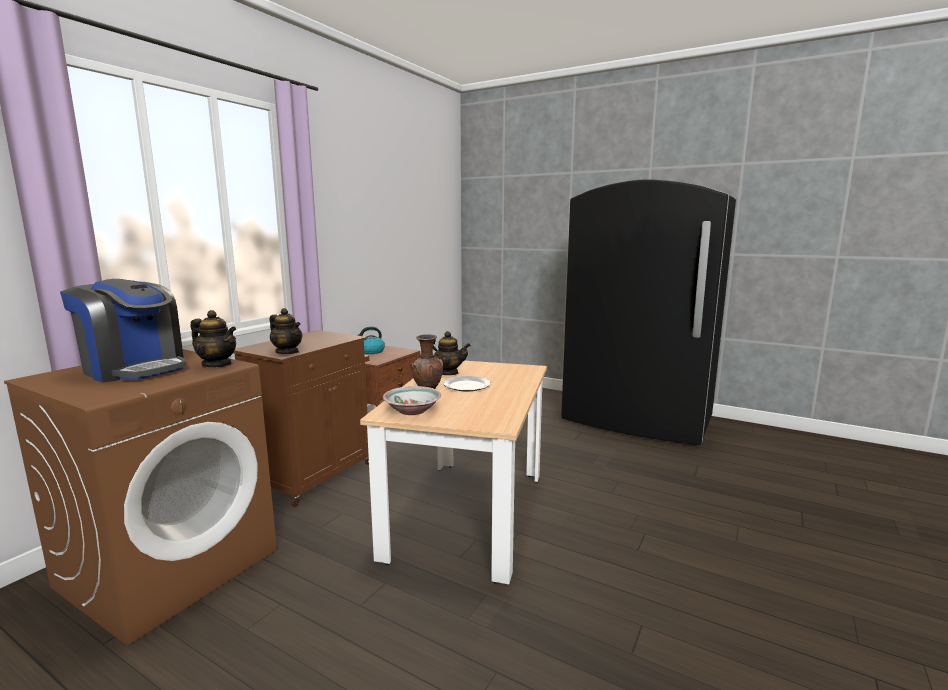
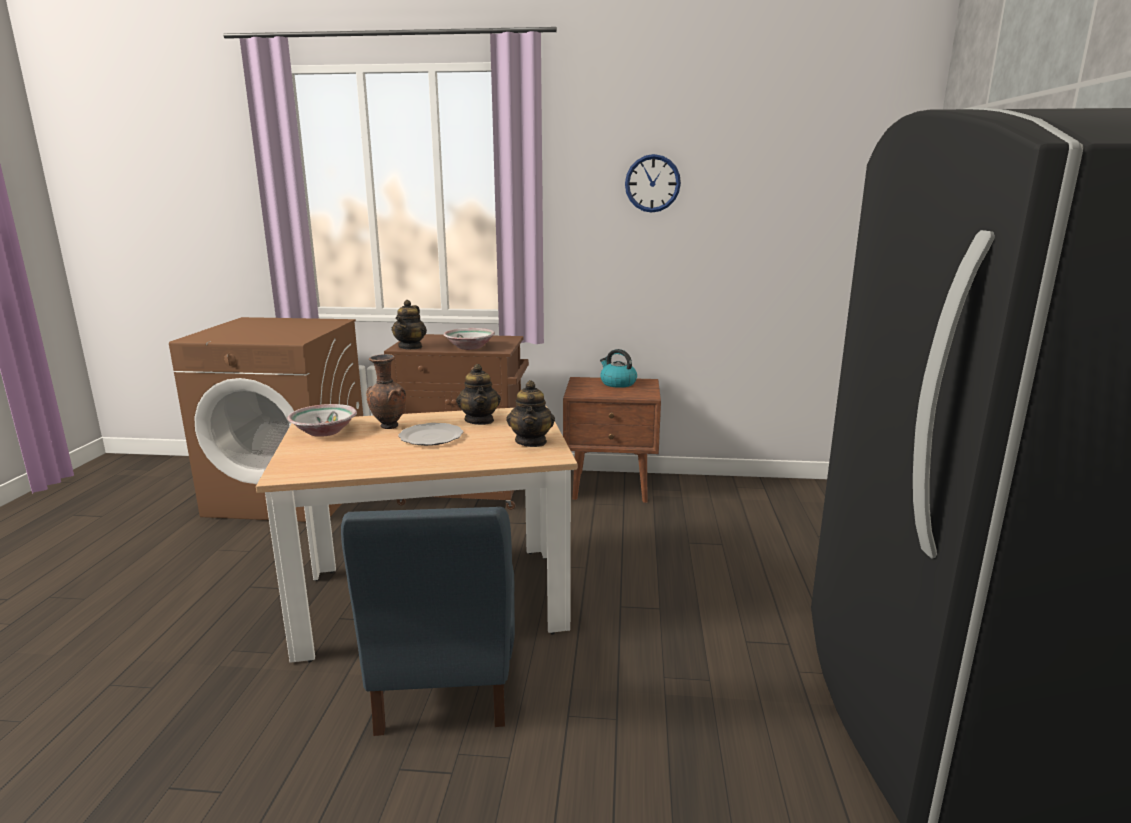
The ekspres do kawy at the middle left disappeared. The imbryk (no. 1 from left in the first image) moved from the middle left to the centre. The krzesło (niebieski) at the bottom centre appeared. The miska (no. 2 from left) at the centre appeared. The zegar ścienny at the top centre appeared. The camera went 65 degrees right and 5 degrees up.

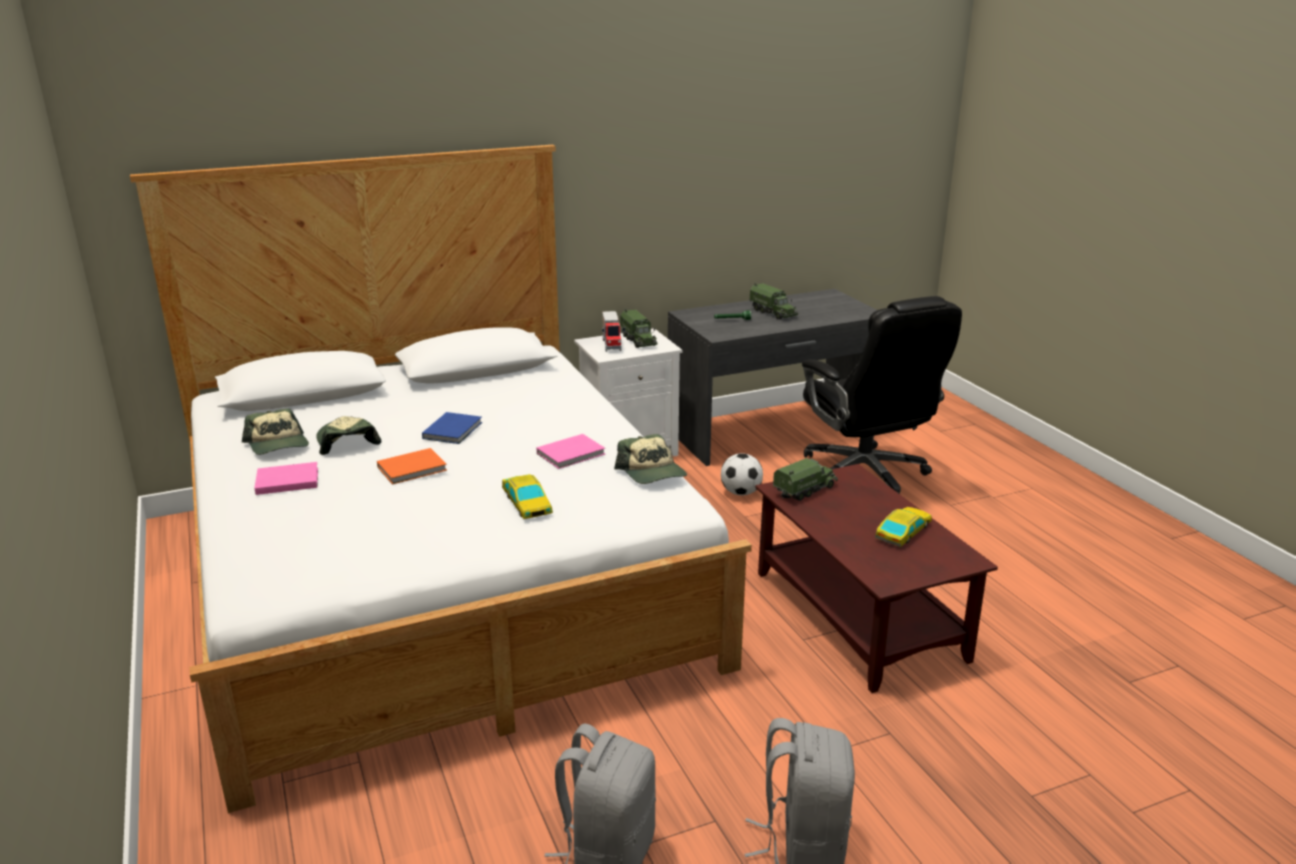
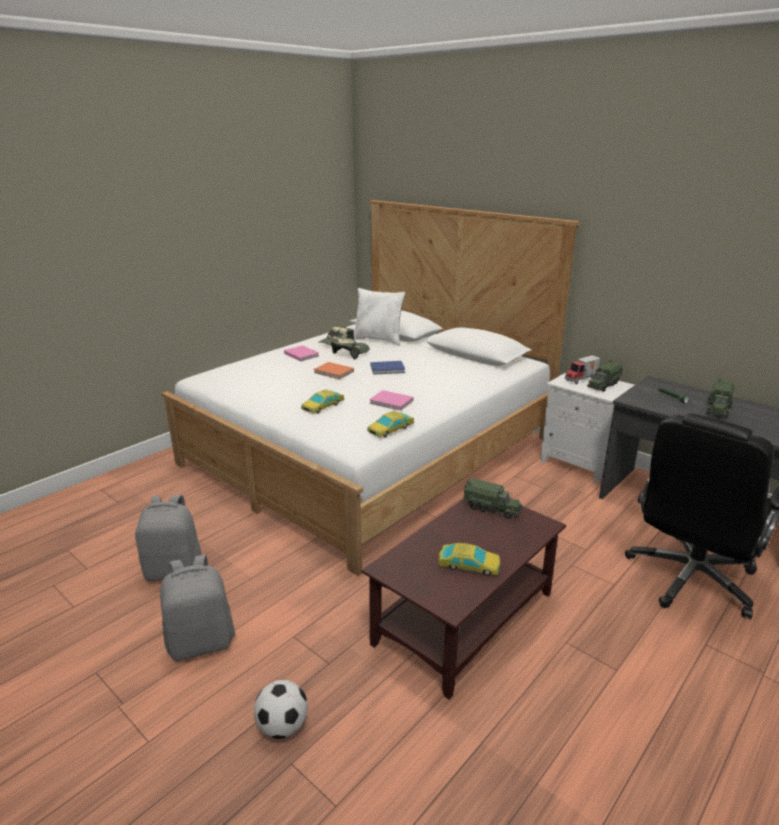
The czapka z daszkiem (no. 3 from left) at the centre was replaced by the samochodzik (no. 2 from left) at the centre. The piłka futbolowa moved from the centre to the bottom centre. The poduszka (biały) at the centre appeared. The camera went 65 degrees right and 0 degrees up.

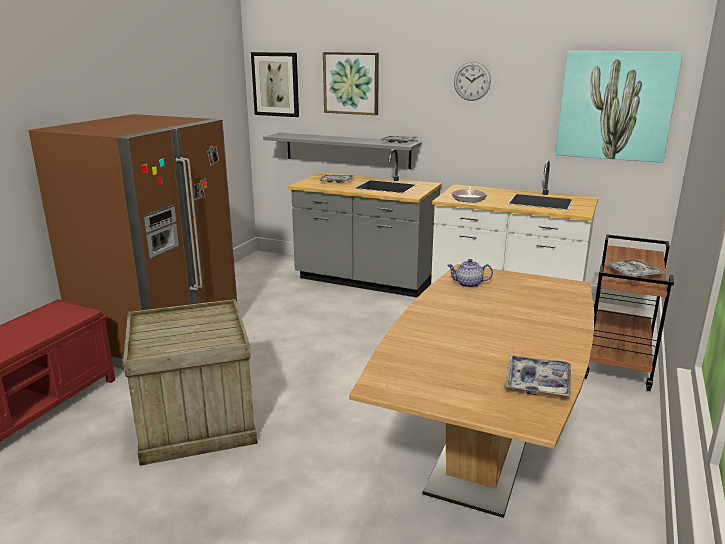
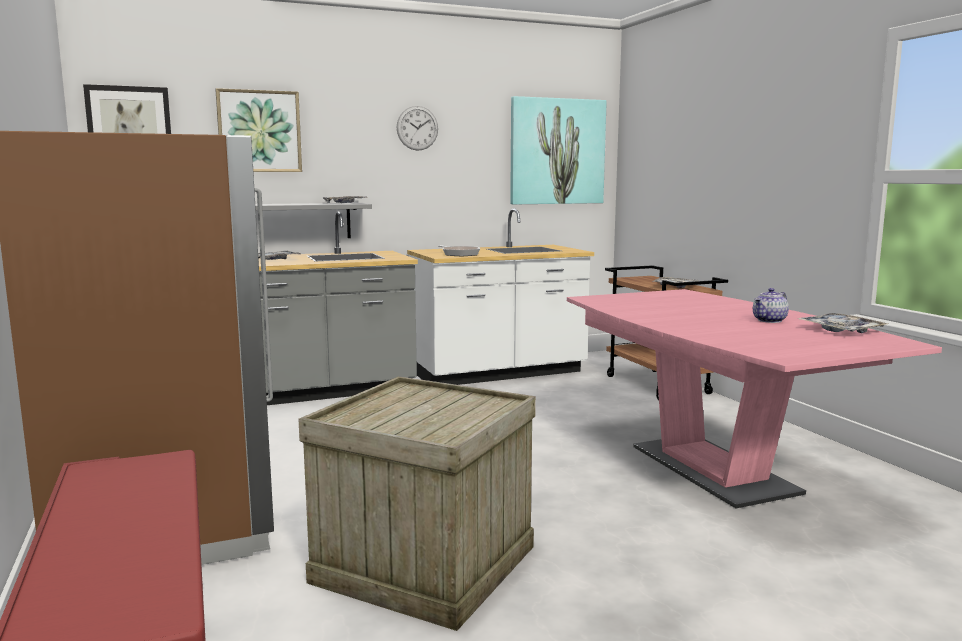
The stół jadalny (brązowy) at the bottom centre became the stół jadalny (różowy) at the middle right. The imbryk moved from the centre to the middle right. The camera went 45 degrees left and 10 degrees down.

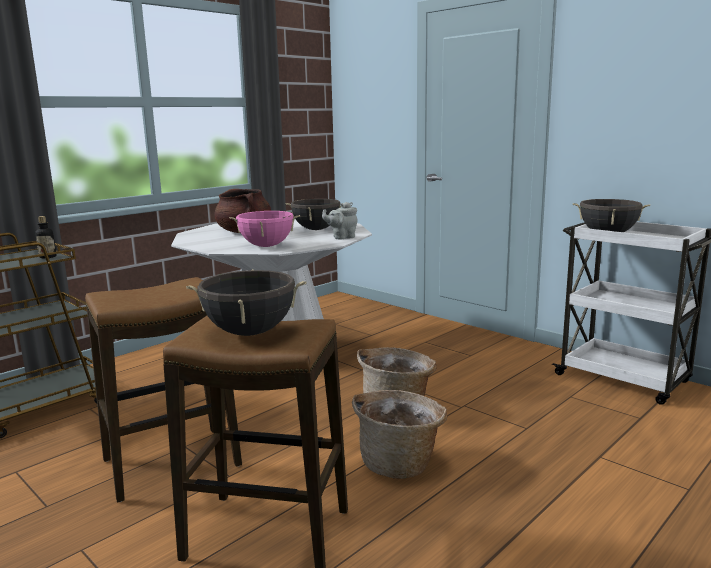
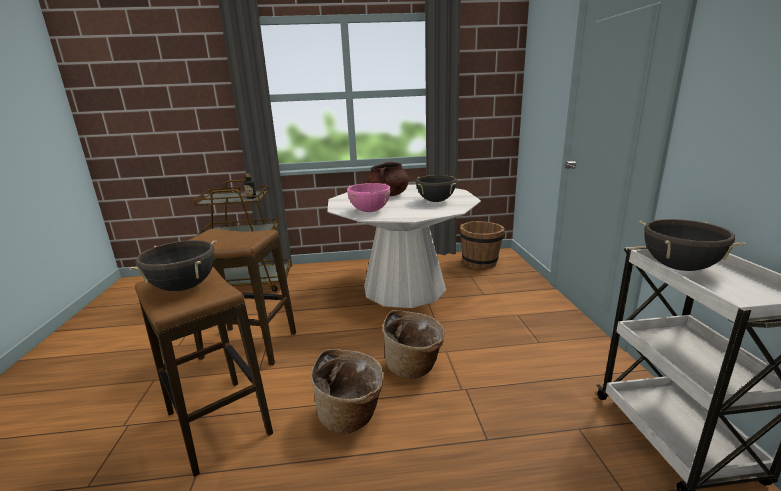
The imbryk (szary) at the centre disappeared. The wiadro (brązowy) at the centre appeared. The camera went 40 degrees right and 5 degrees up.

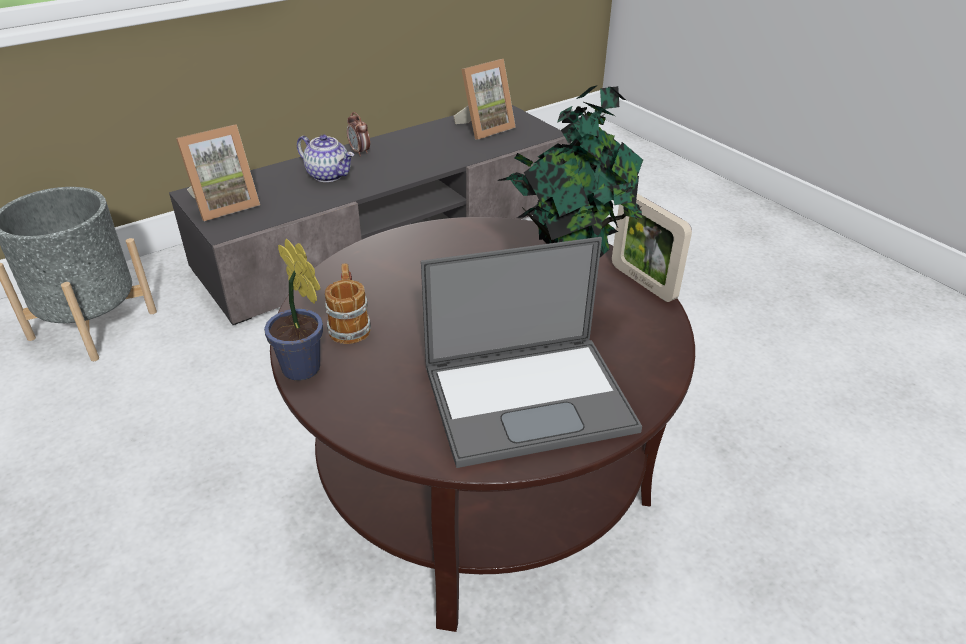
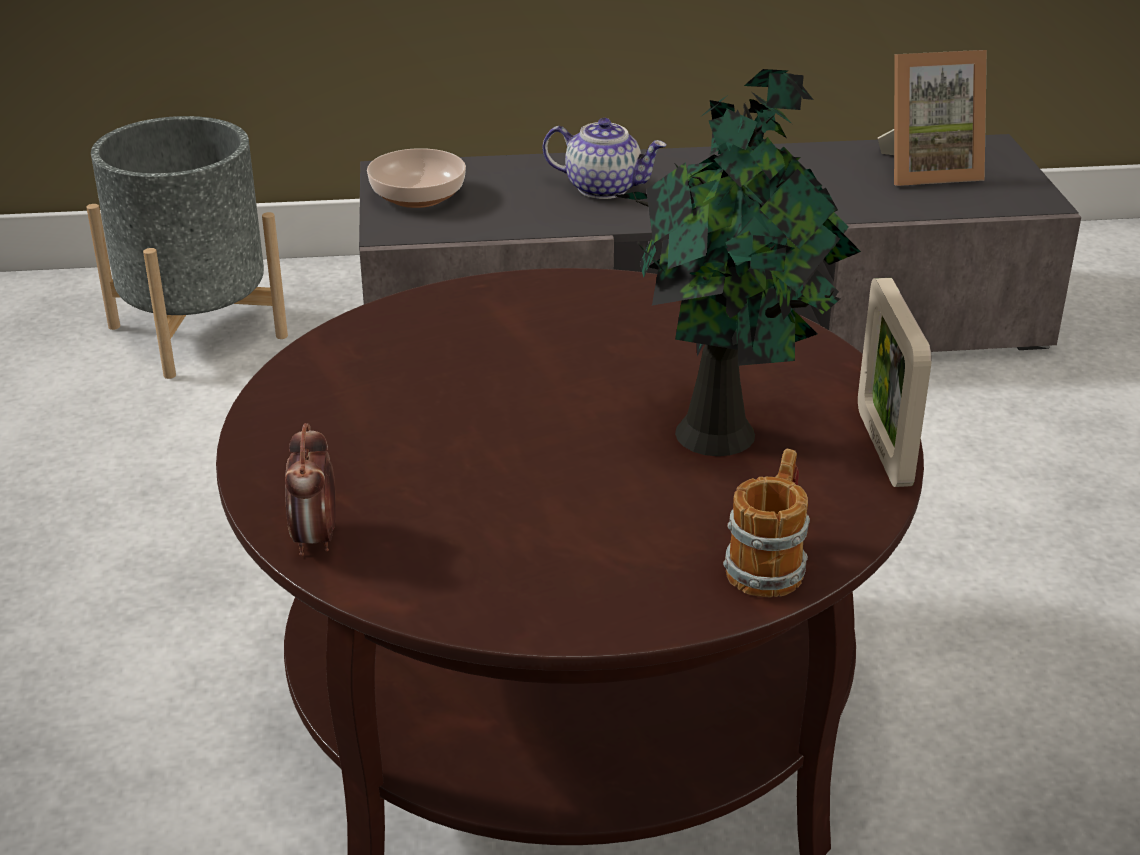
The ramka na zdjęcie (no. 1 from left) at the top left was replaced by the miska at the top centre. The roślina doniczkowa (no. 1 from left) at the middle left disappeared. The imbryk at the top centre turned 45 degrees counterclockwise. The kubek moved from the centre to the middle right. The budzik moved from the top centre to the middle left. The laptop at the centre disappeared. The camera went 30 degrees right and 5 degrees down.

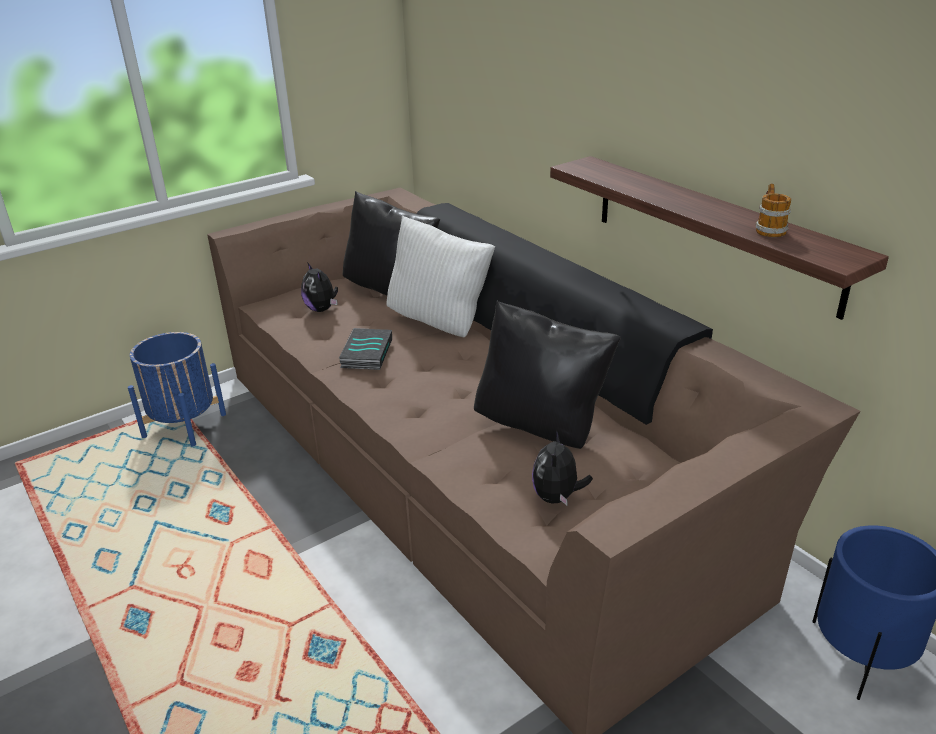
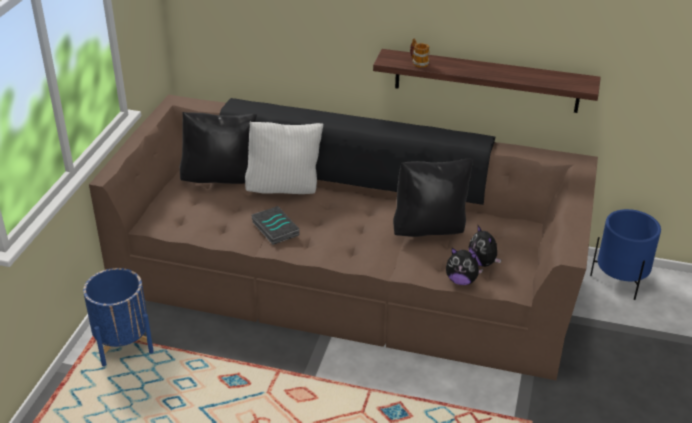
The pluszak (no. 1 from left) moved from the centre to the middle right. The kubek moved from the top right to the top centre. The camera went 40 degrees left and 5 degrees up.

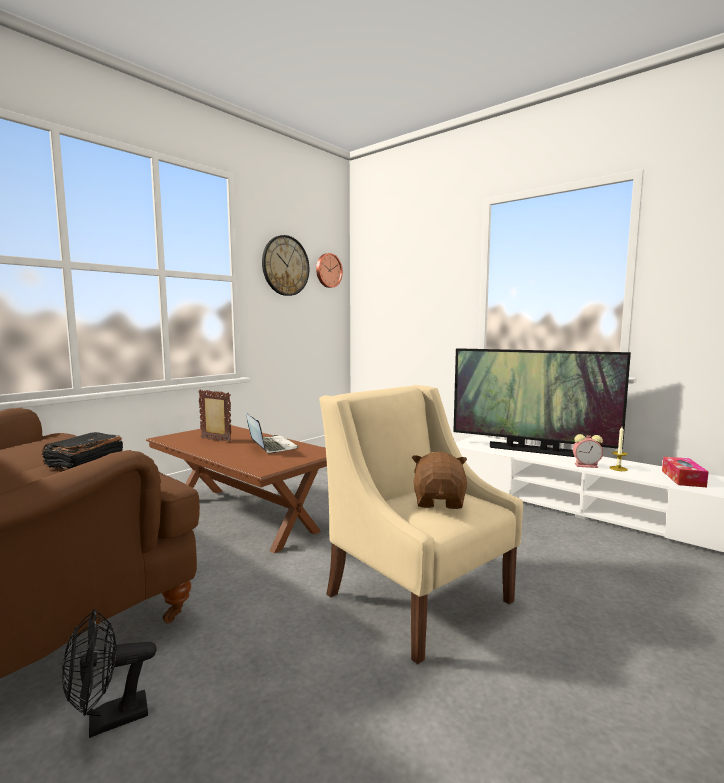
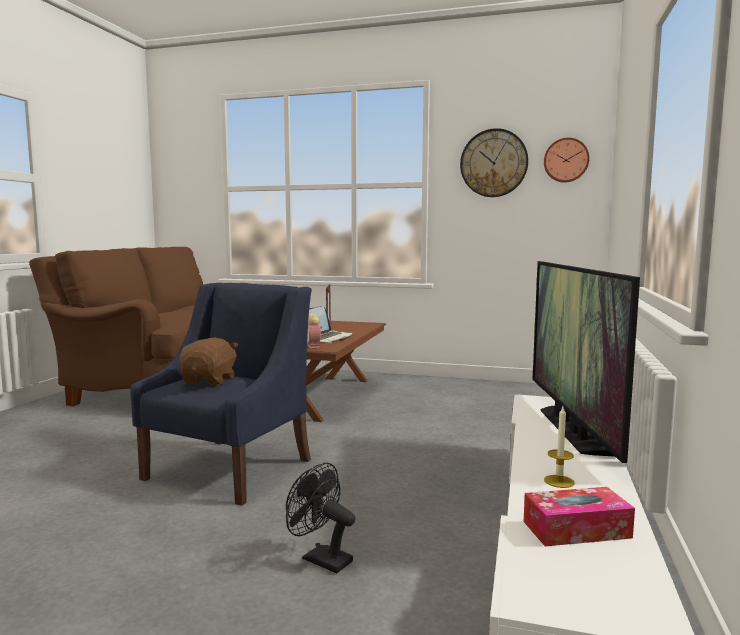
The książka (czarny) at the middle left disappeared. The wentylator (czarny) moved from the bottom left to the bottom centre. The fotel (beżowy) at the bottom centre became the fotel (niebieski) at the middle left. The pluszak (brązowy) at the centre turned 60 degrees counterclockwise. The budzik moved from the middle right to the centre. The camera went 65 degrees right and 0 degrees up.

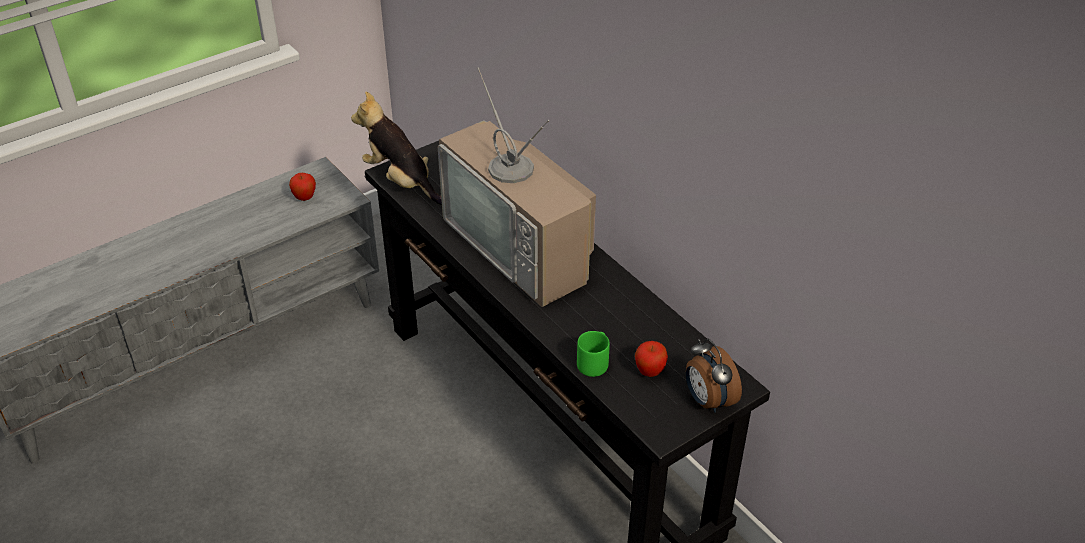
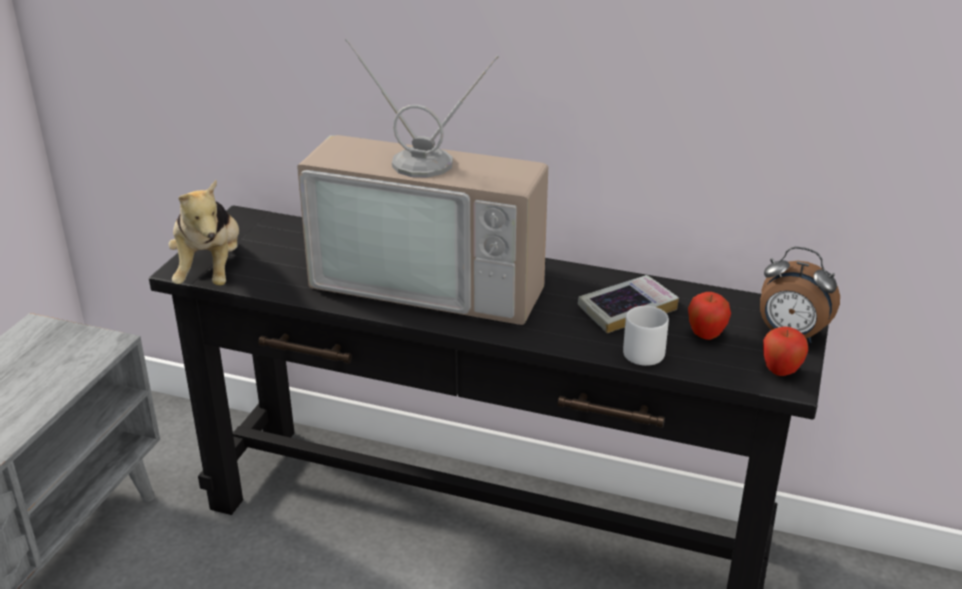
The jabłko (no. 1 from left in the first image) moved from the middle left to the middle right. The pluszak at the top centre turned 105 degrees counterclockwise. The kubek (zielony) at the centre became the kubek (szary) at the middle right. The książka at the centre appeared. The camera went 35 degrees left and 10 degrees down.

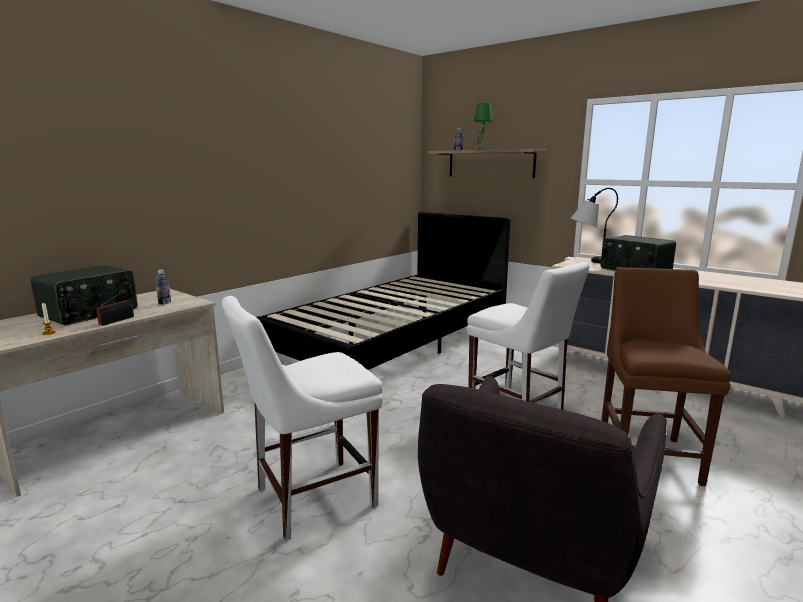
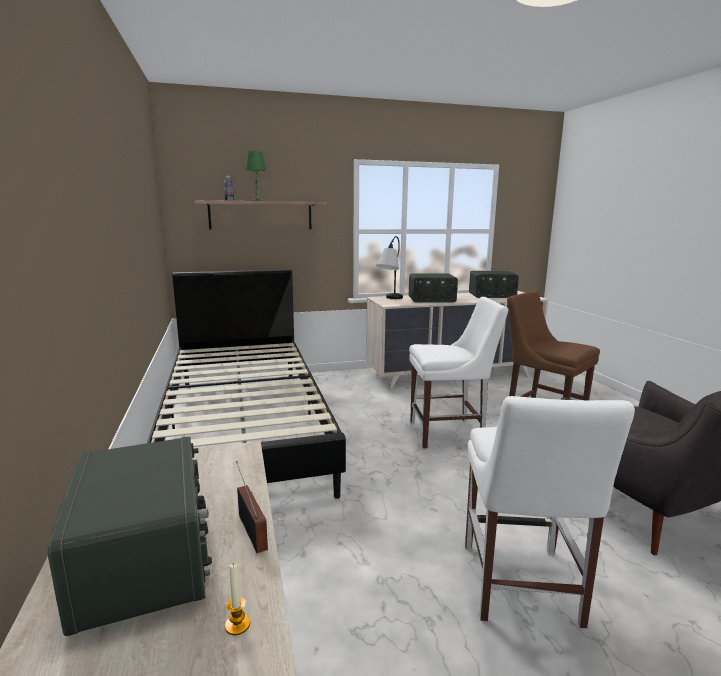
The butelka (no. 1 from left) at the middle left disappeared. The radio (no. 4 from left) at the middle right appeared. The camera went 55 degrees left and 0 degrees up.

